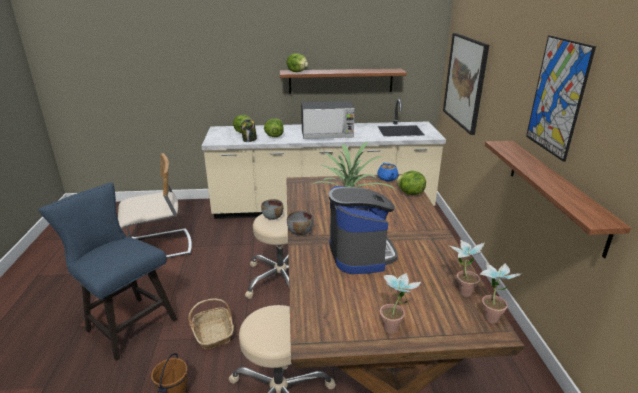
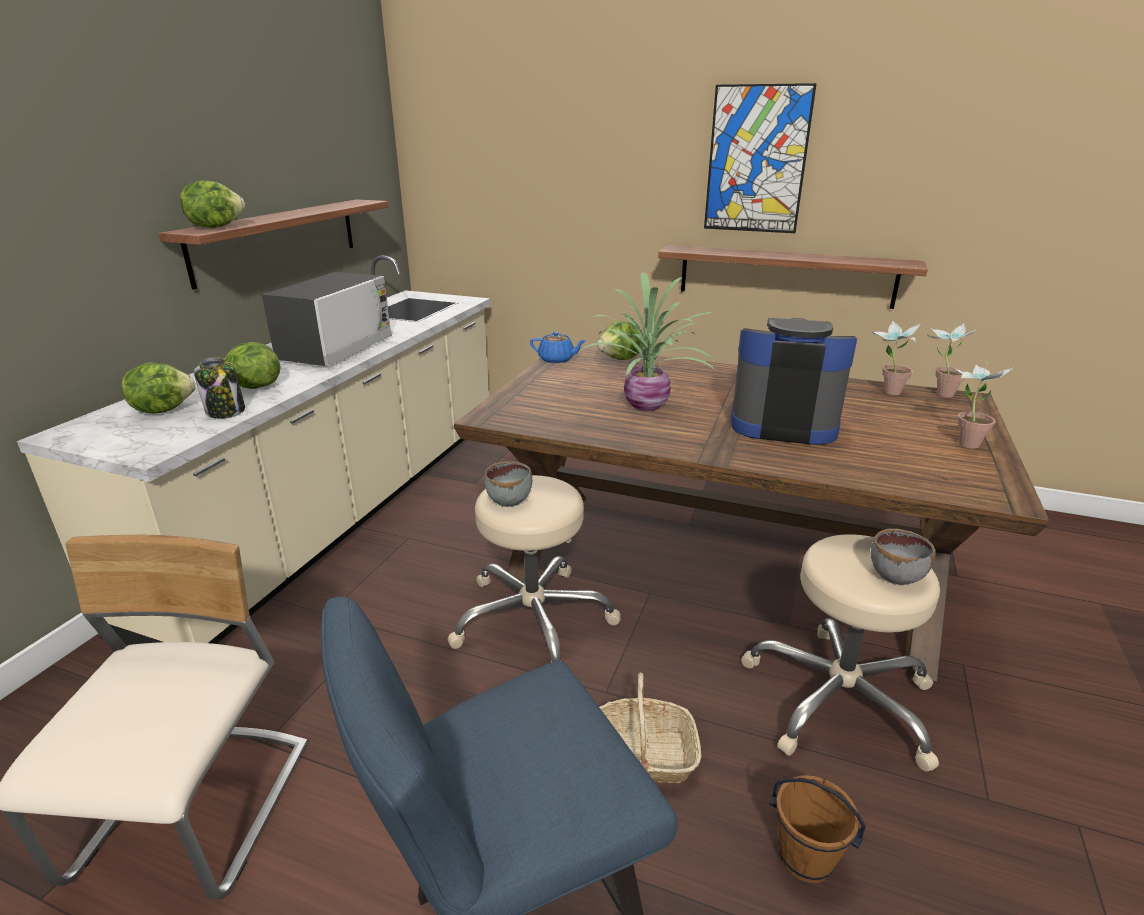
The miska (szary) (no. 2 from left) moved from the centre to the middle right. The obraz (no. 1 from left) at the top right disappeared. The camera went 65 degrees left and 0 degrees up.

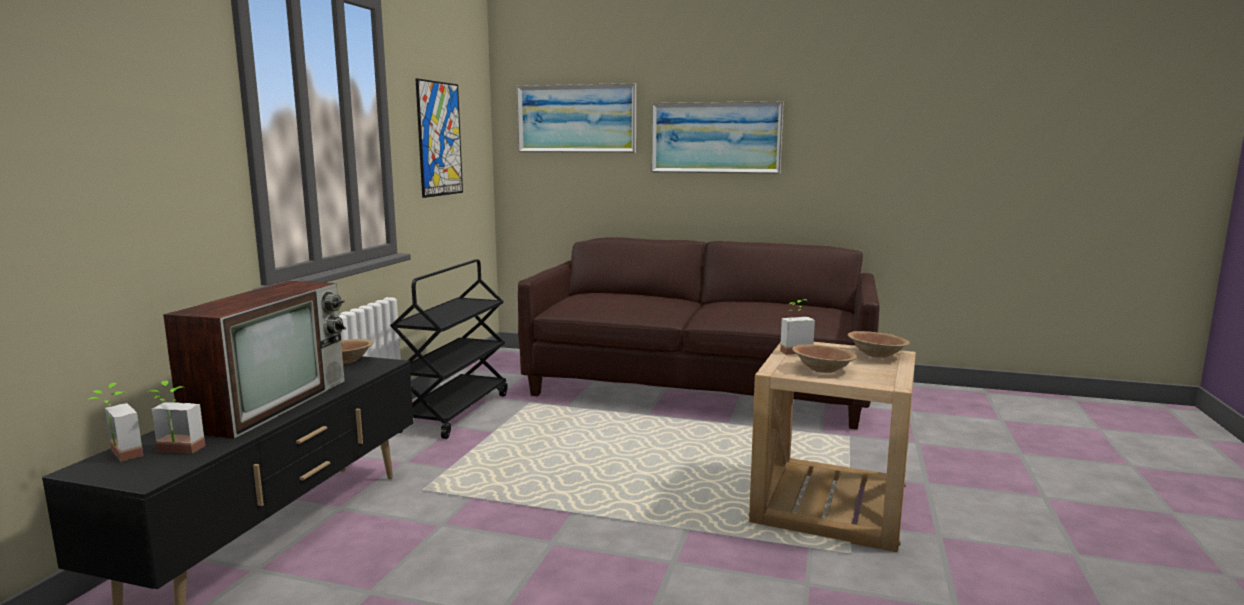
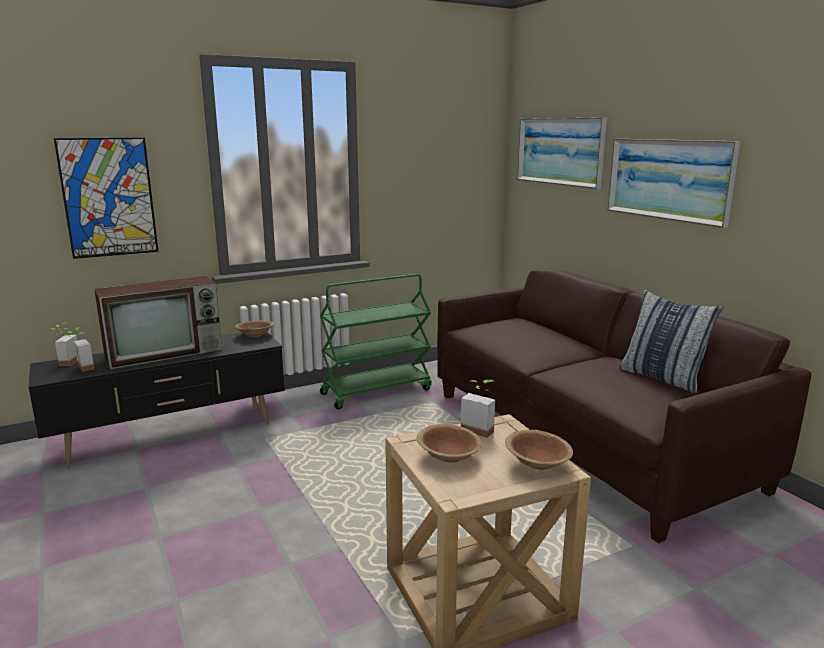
The wózek (czarny) at the centre became the wózek (zielony) at the centre. The obraz (no. 1 from left) moved from the top centre to the top left. The poduszka at the middle right appeared. The camera went 45 degrees right and 5 degrees up.

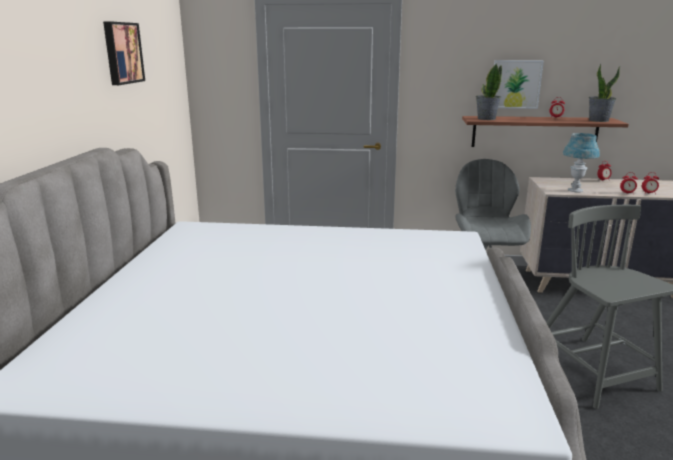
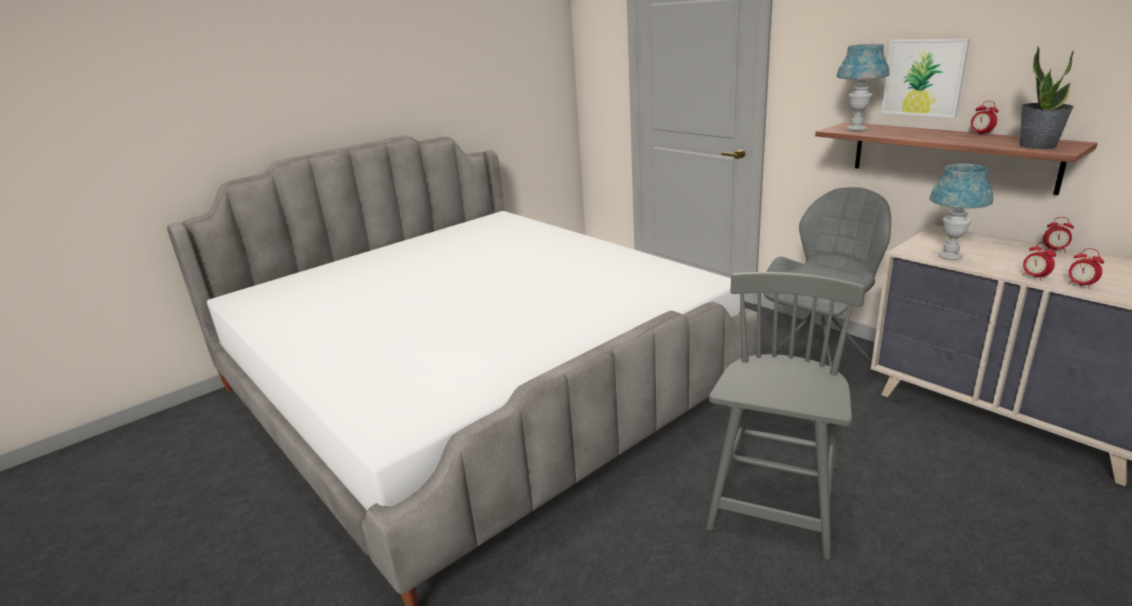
The obraz (no. 1 from left) at the top left disappeared. The roślina doniczkowa (no. 1 from left) at the top right was replaced by the lampa stołowa (niebieski) (no. 1 from left) at the top right. The camera went 45 degrees right and 5 degrees up.

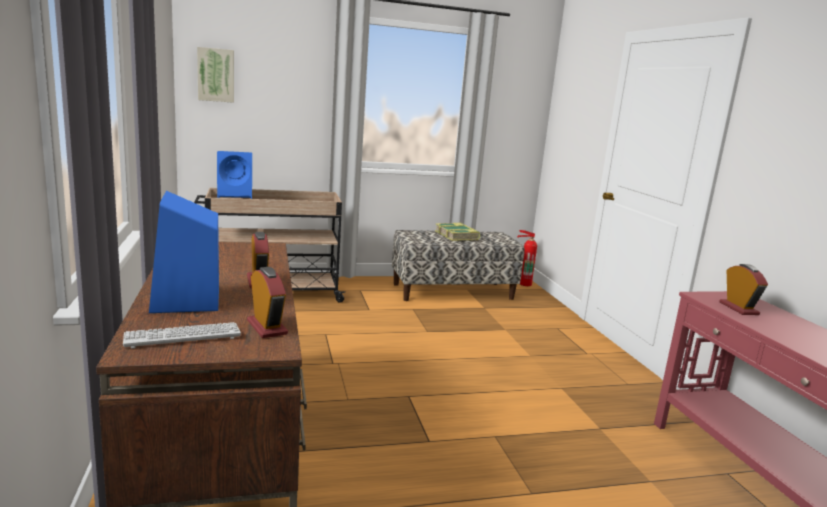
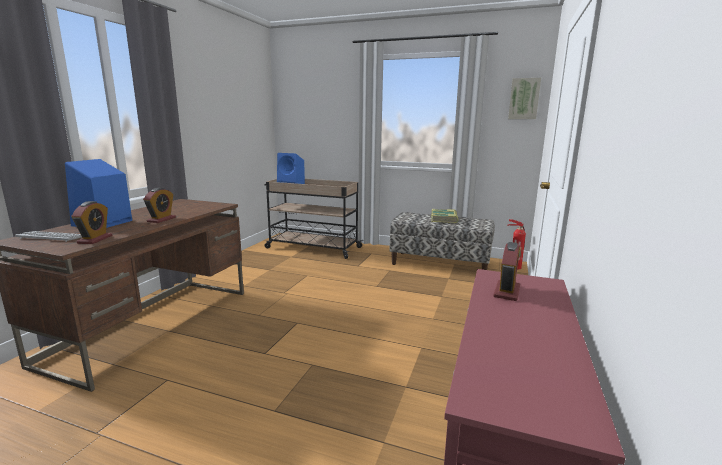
The obraz moved from the top left to the top right. The camera went 35 degrees right and 0 degrees up.

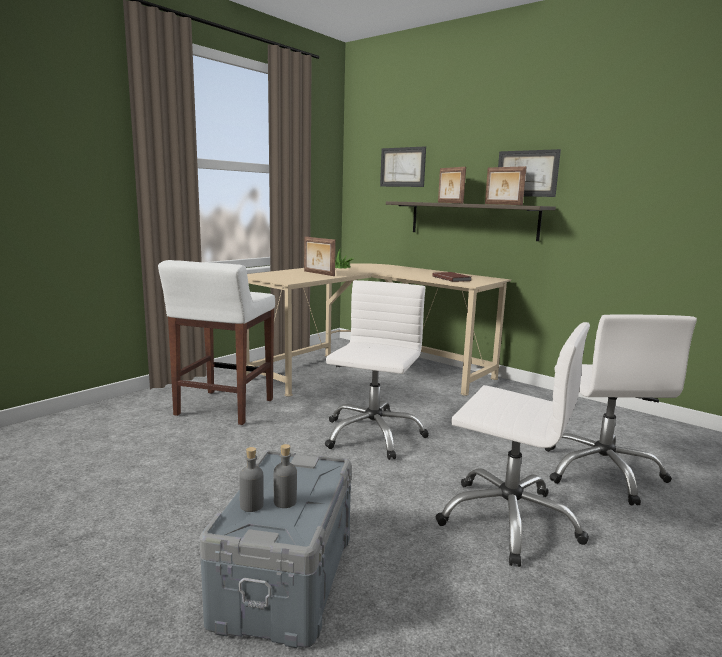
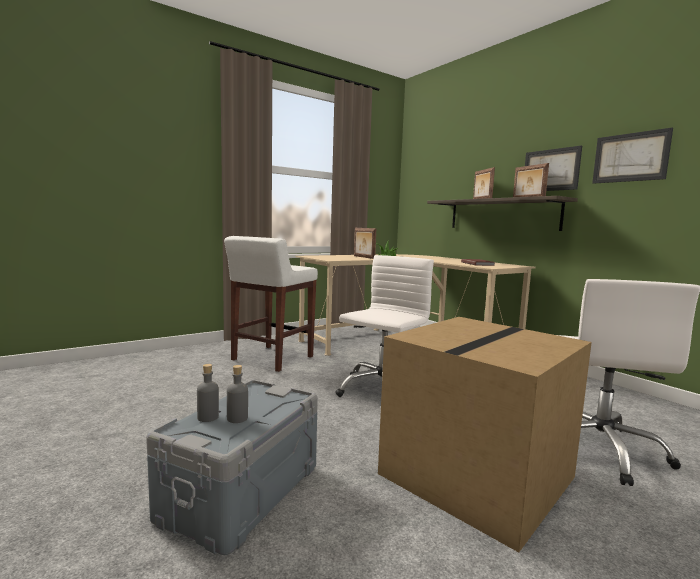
The obraz (no. 1 from left in the first image) moved from the top centre to the top right. The krzesło biurowe (biały) (no. 2 from left) at the bottom right was replaced by the karton at the bottom right. The camera went 15 degrees right and 5 degrees down.

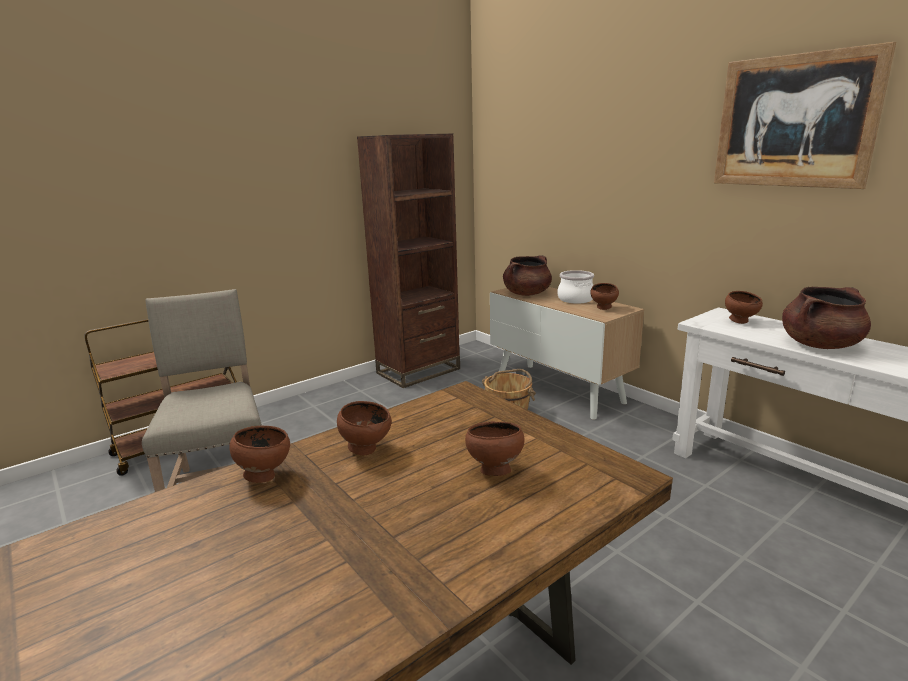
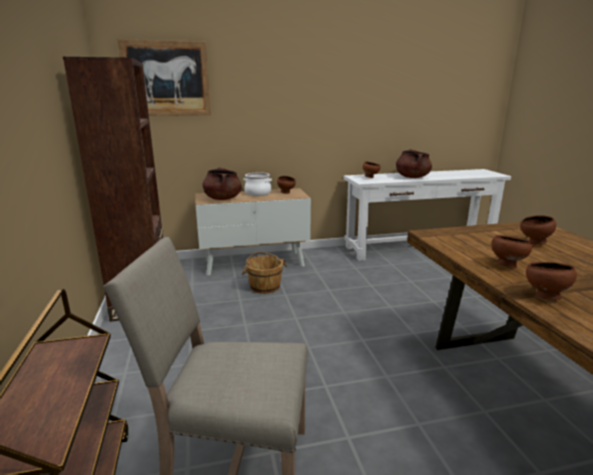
The obraz moved from the top right to the top left. The camera went 65 degrees left and 0 degrees up.

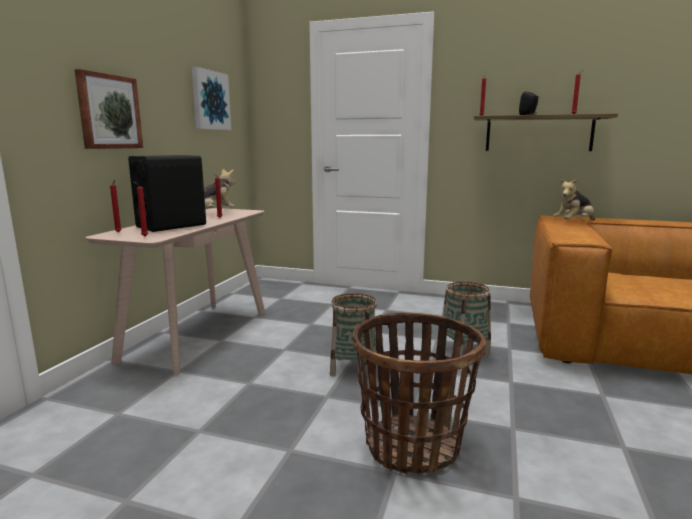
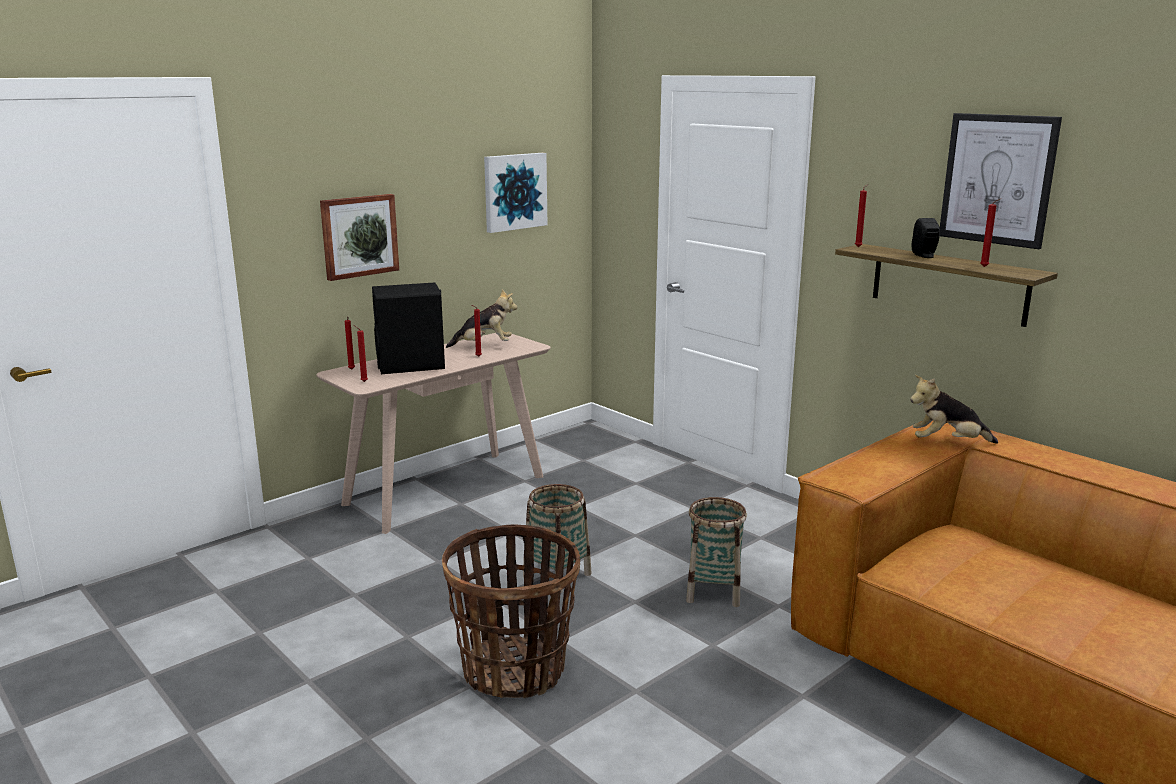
The obraz (no. 3 from left) at the top right appeared. The camera went 30 degrees right and 5 degrees up.

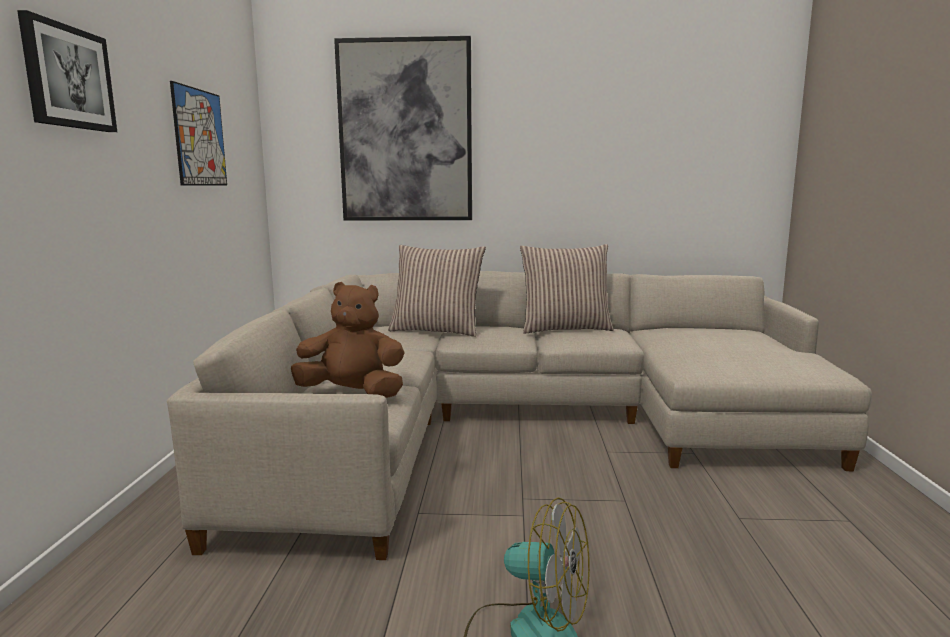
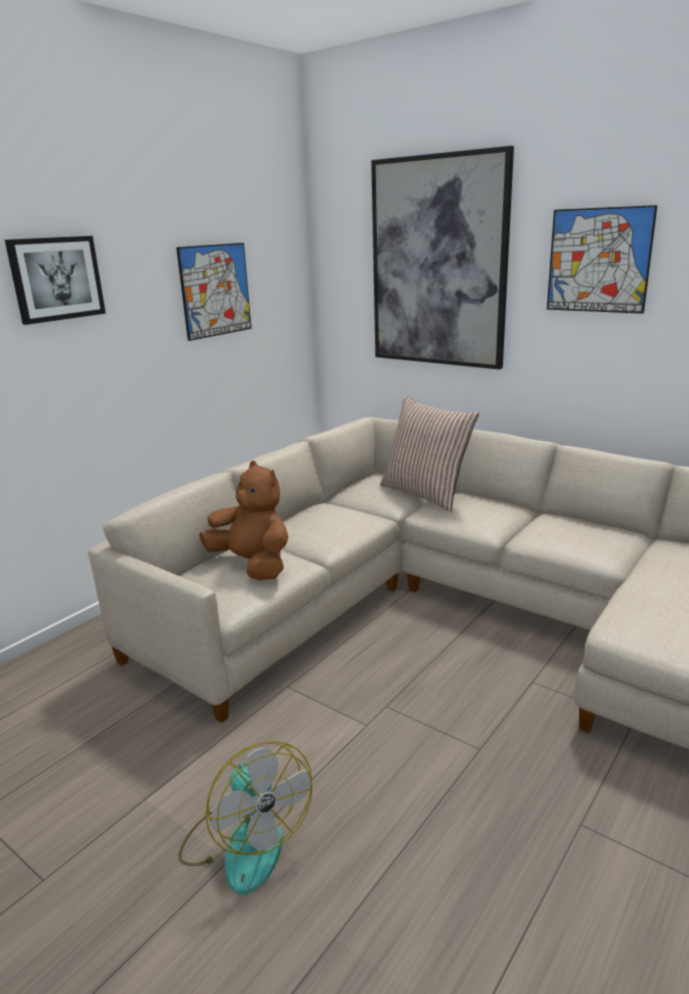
The poduszka (no. 2 from left) at the centre disappeared. The obraz (no. 4 from left) at the top right appeared. The camera went 35 degrees right and 10 degrees up.

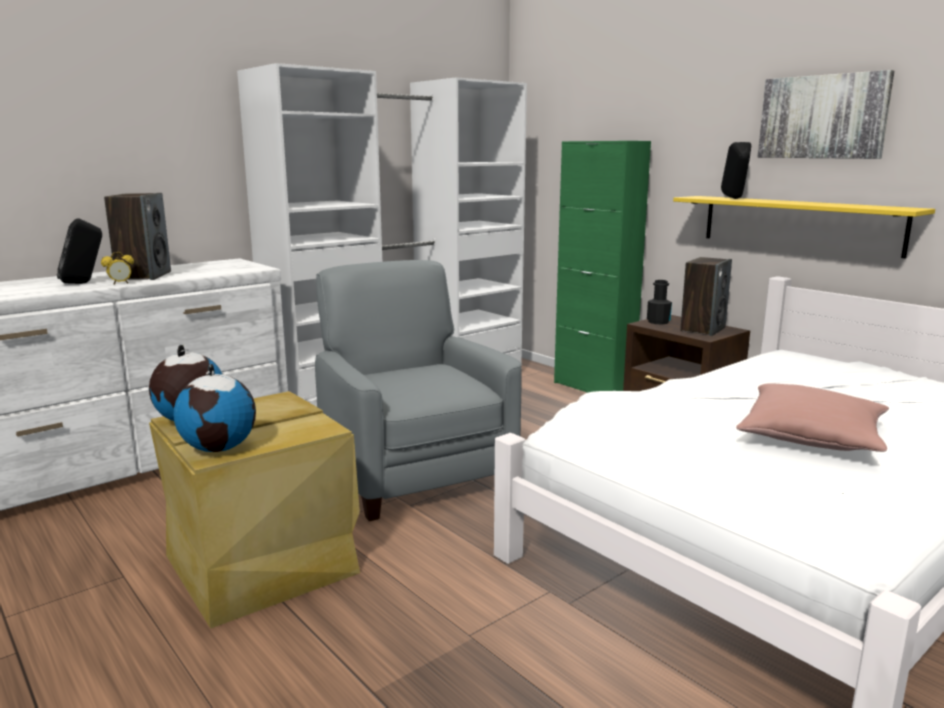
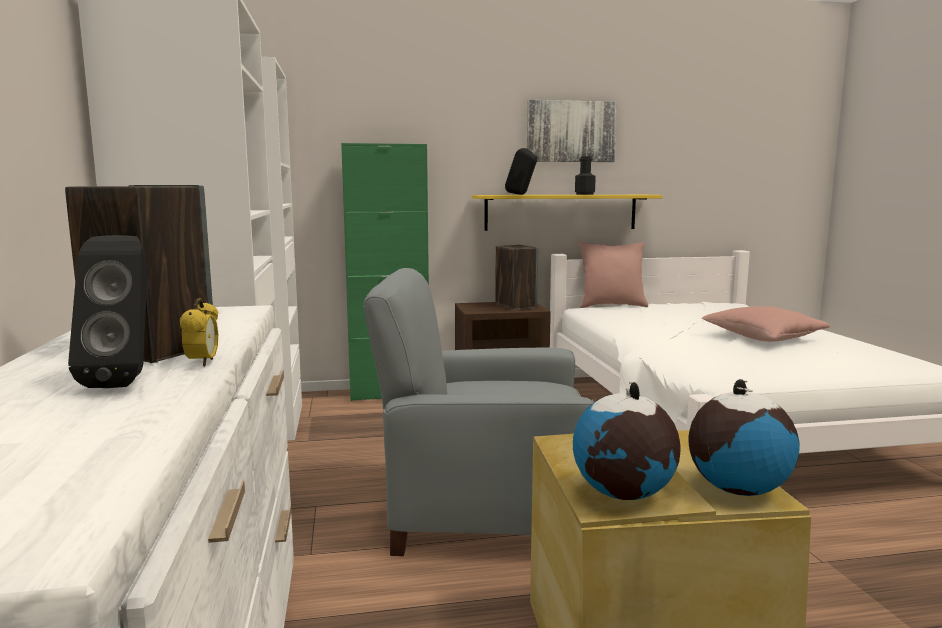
The butelka (czarny) moved from the middle right to the top centre. The poduszka (różowy) (no. 1 from left) at the centre appeared. The camera went 60 degrees left and 5 degrees down.

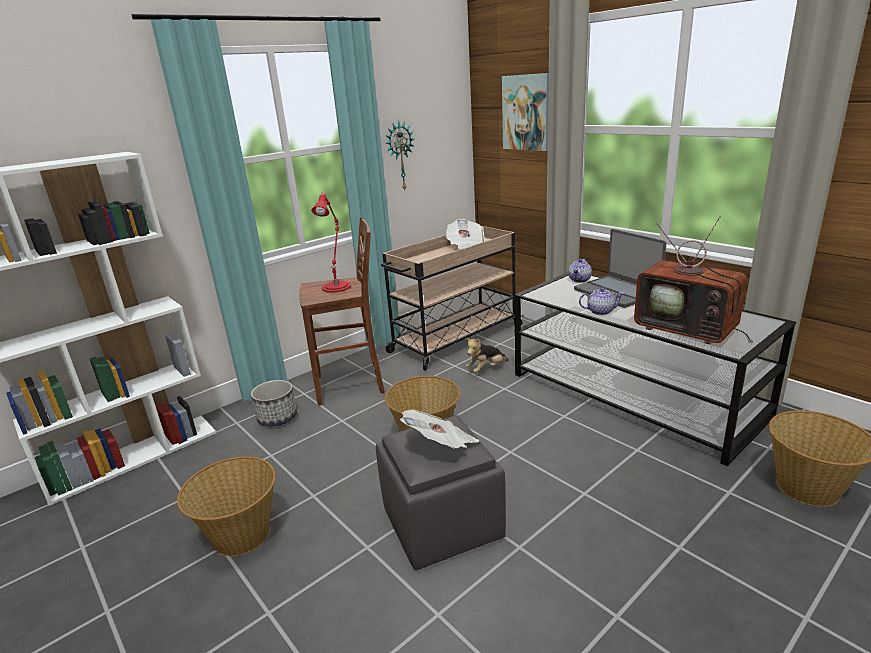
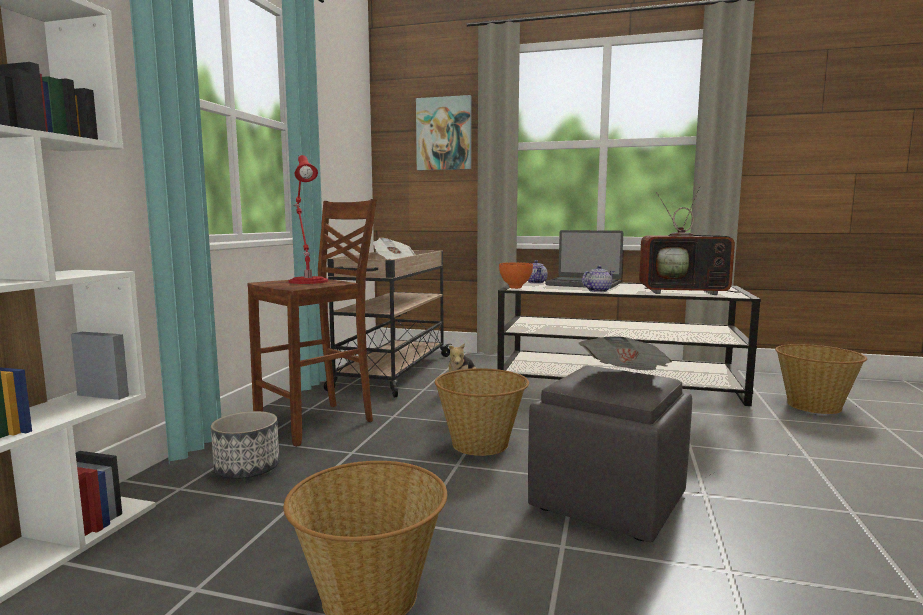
The zegar ścienny at the top centre disappeared. The miska (pomarańczowy) at the centre appeared. The camera went 35 degrees left and 15 degrees down.

